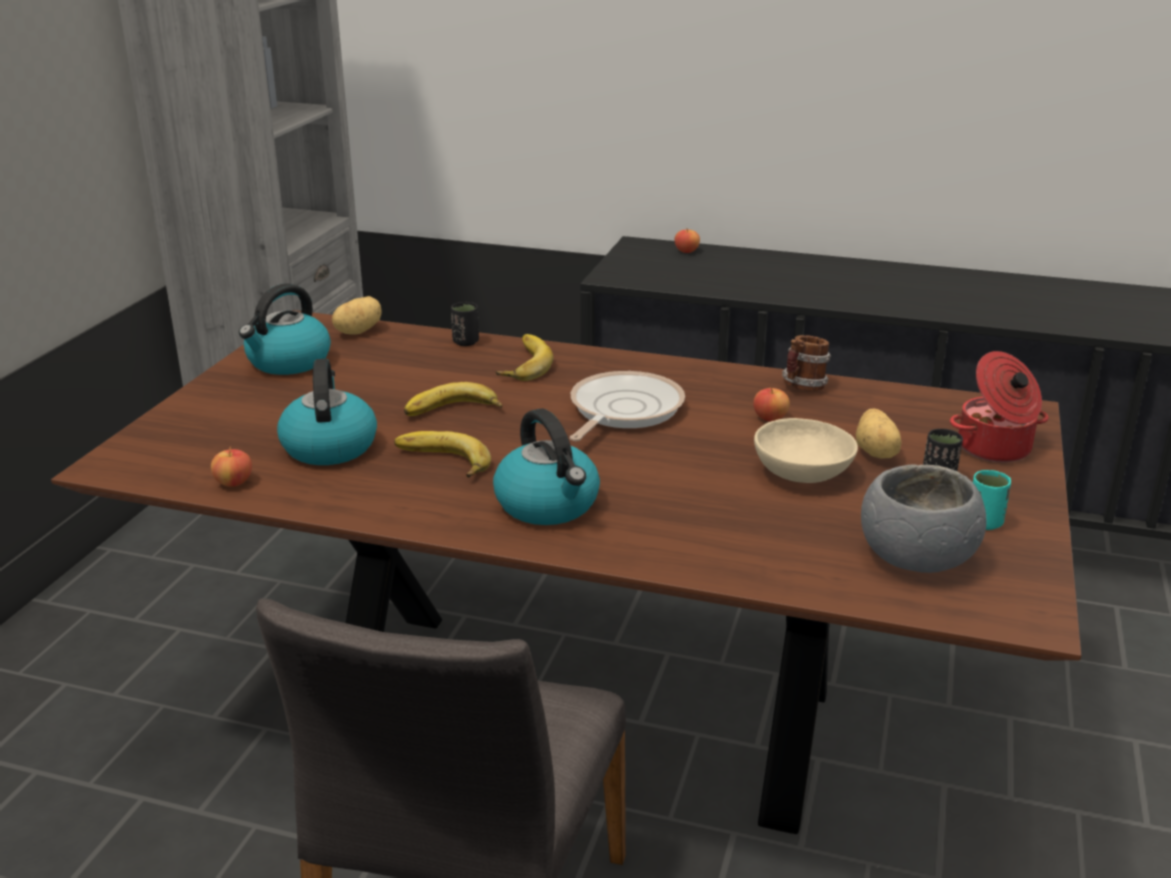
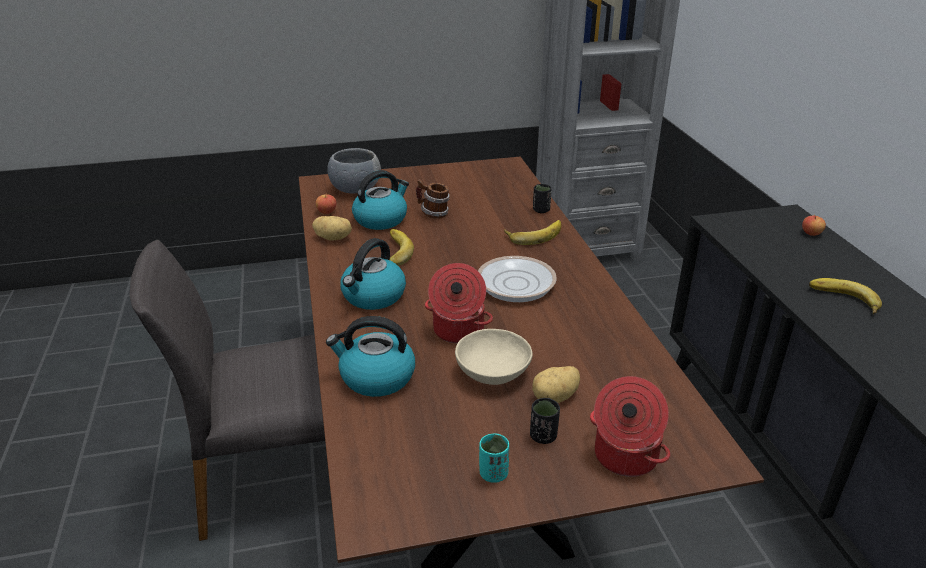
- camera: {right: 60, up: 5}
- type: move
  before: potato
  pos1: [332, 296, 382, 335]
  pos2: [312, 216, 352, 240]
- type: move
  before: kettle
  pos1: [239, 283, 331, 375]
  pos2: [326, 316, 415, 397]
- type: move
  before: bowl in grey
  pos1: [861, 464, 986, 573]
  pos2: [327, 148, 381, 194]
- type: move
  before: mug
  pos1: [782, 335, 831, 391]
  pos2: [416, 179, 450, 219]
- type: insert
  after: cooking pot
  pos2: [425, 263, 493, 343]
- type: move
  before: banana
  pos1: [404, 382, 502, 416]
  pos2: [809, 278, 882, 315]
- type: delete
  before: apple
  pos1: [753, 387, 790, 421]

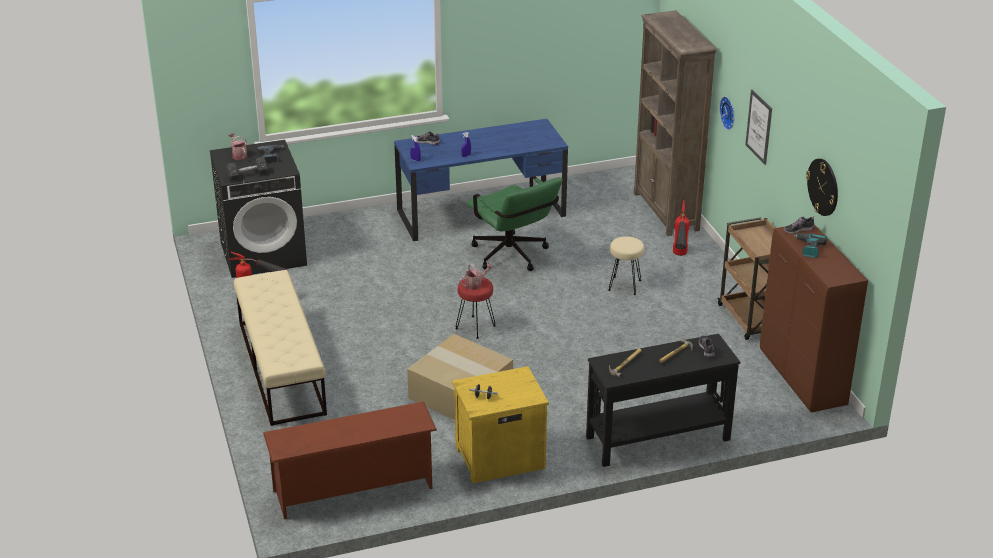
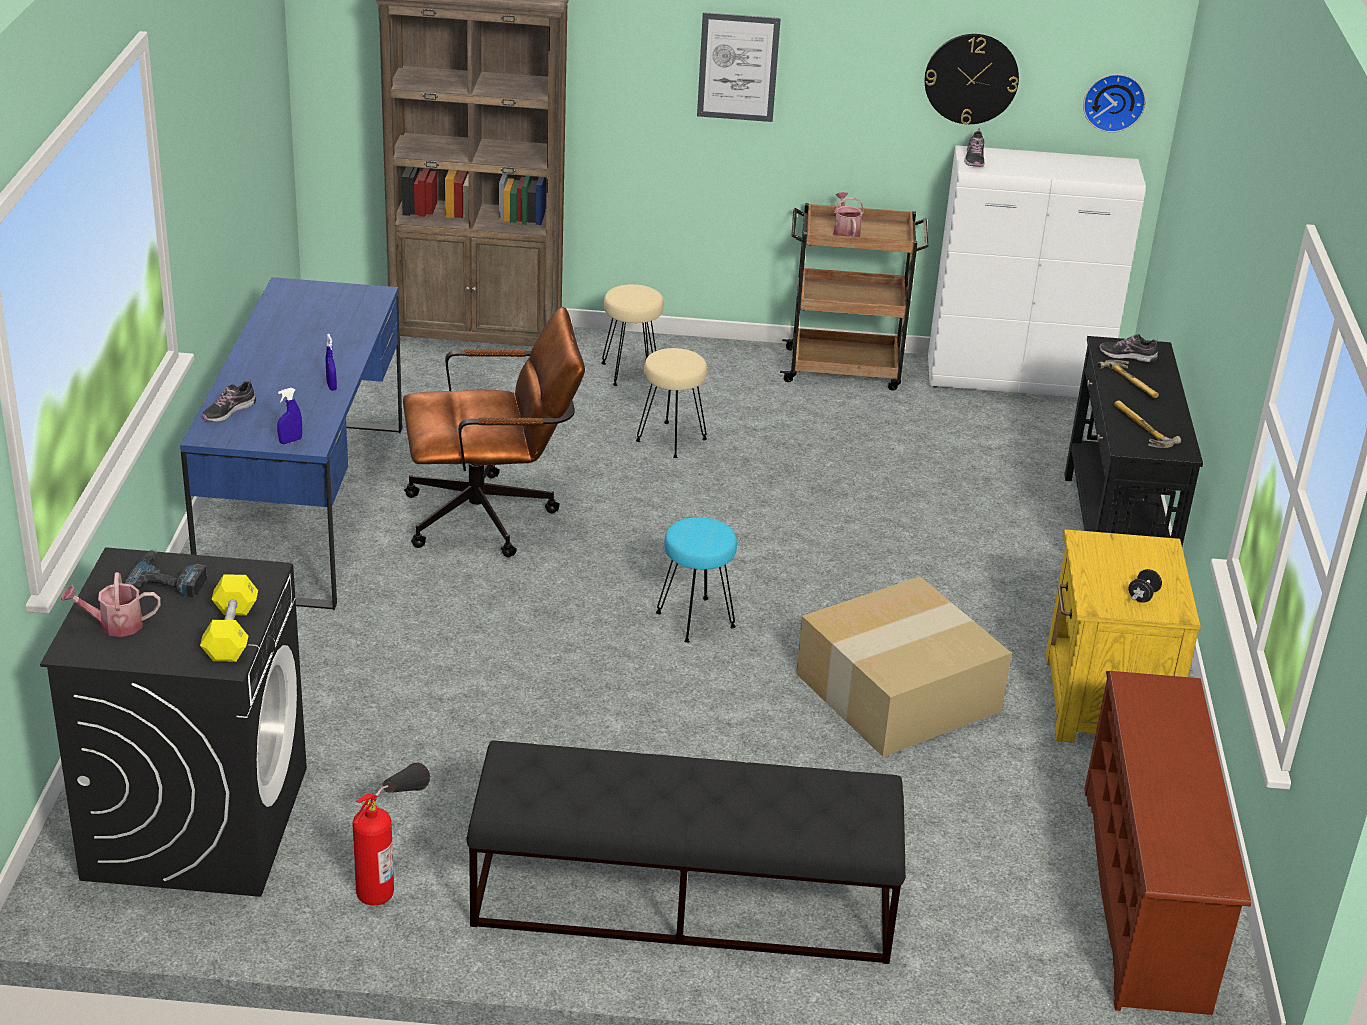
- camera: {right: -70, up: 0}
- type: recolor
  before: dumbbell in black
  after: dumbbell in yellow
  pos1: [226, 157, 268, 181]
  pos2: [200, 575, 258, 662]
- type: recolor
  before: office chair in green
  after: office chair in brown
  pos1: [467, 176, 563, 271]
  pos2: [403, 307, 585, 557]
- type: recolor
  before: bench in beige
  after: bench in black
  pos1: [233, 270, 327, 426]
  pos2: [466, 741, 906, 964]
- type: replace
  before: fire extinguisher
  after: stool in beige
  pos1: [673, 200, 690, 256]
  pos2: [601, 284, 664, 386]
- type: recolor
  before: stool in red
  after: stool in turquoise
  pos1: [455, 278, 496, 339]
  pos2: [656, 517, 737, 643]
- type: move
  before: watering can
  pos1: [459, 264, 493, 290]
  pos2: [833, 192, 864, 237]
- type: recolor
  before: cabinet in brown
  after: cabinet in white
  pos1: [760, 225, 868, 412]
  pos2: [928, 145, 1146, 397]
- type: move
  before: wall clock
  pos1: [719, 96, 735, 130]
  pos2: [1083, 74, 1146, 133]
- type: delete
  before: power drill
  pos1: [794, 233, 828, 258]

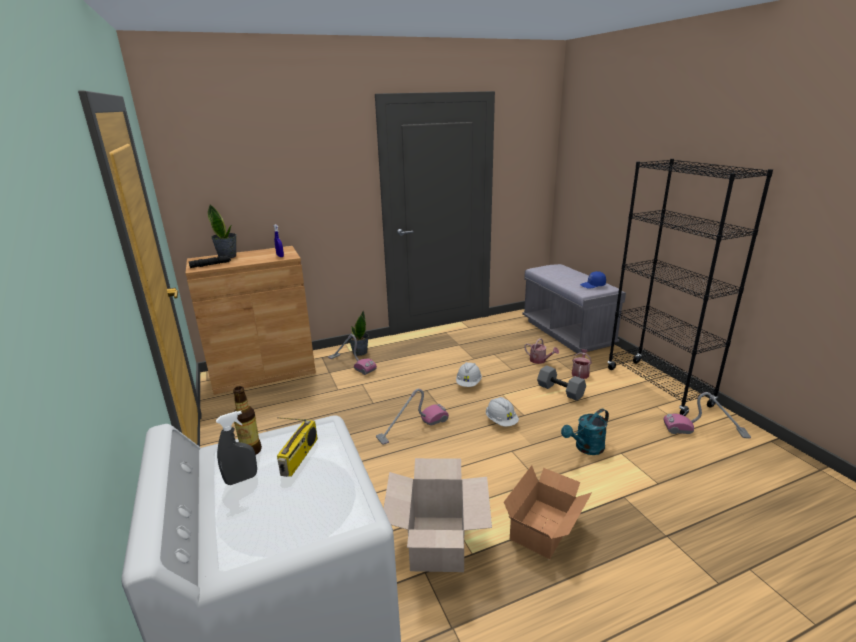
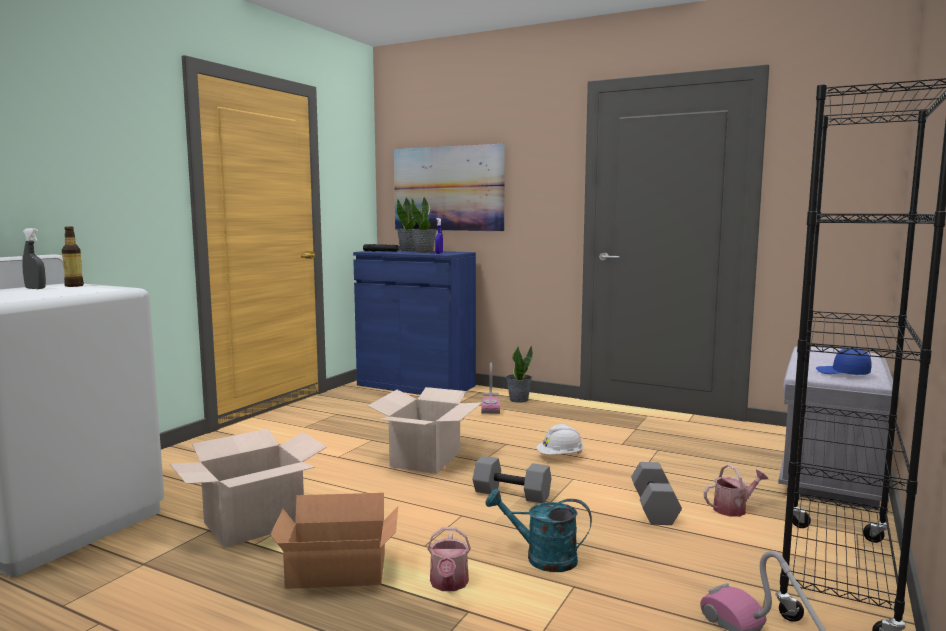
- camera: {right: 50, up: -15}
- type: recolor
  before: cabinet in brown
  after: cabinet in blue
  pos1: [186, 246, 316, 395]
  pos2: [353, 250, 476, 395]
- type: replace
  before: vacuum cleaner
  after: cardboard box
  pos1: [376, 389, 449, 445]
  pos2: [368, 387, 482, 474]
- type: insert
  after: picture
  pos2: [394, 144, 505, 231]
- type: insert
  after: potted plant
  pos2: [411, 197, 437, 253]
- type: move
  before: watering can
  pos1: [524, 338, 559, 364]
  pos2: [427, 527, 471, 591]
- type: replace
  before: hard hat in white
  after: dumbbell in grey
  pos1: [486, 397, 519, 427]
  pos2: [473, 456, 551, 503]
- type: delete
  before: radio
  pos1: [277, 417, 318, 477]

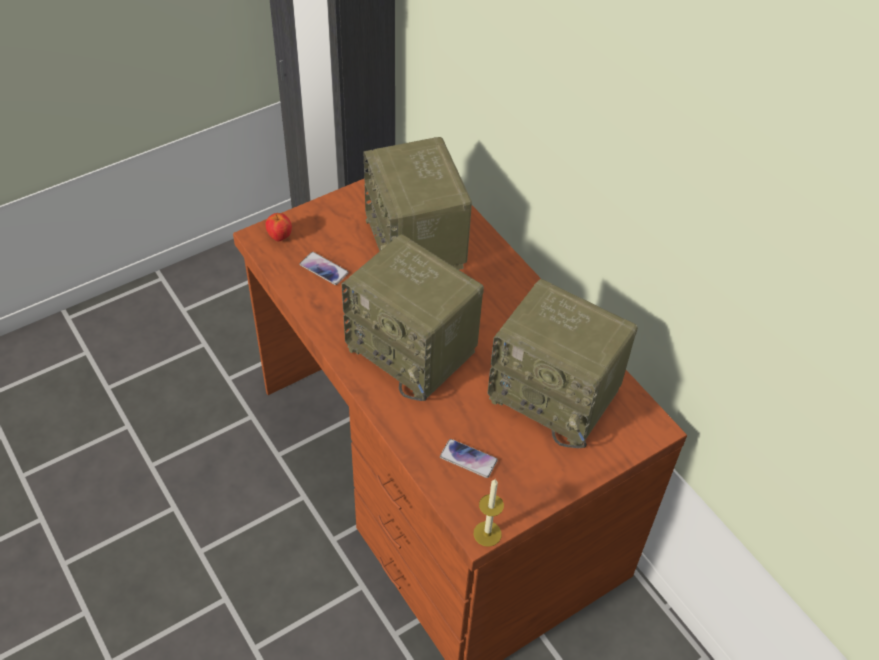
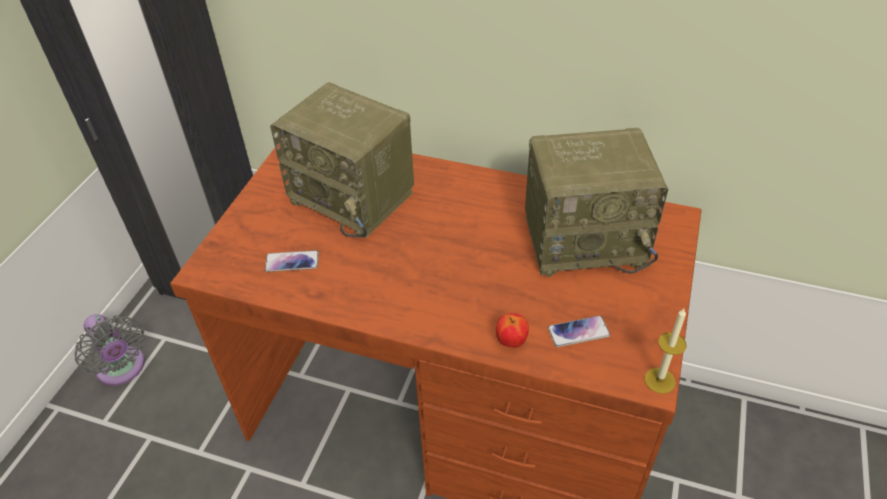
- camera: {right: -35, up: -5}
- type: insert
  after: fan in grey
  pos2: [74, 314, 145, 386]
- type: move
  before: apple
  pos1: [265, 213, 292, 241]
  pos2: [496, 313, 529, 348]
- type: delete
  before: radio
  pos1: [341, 234, 484, 401]

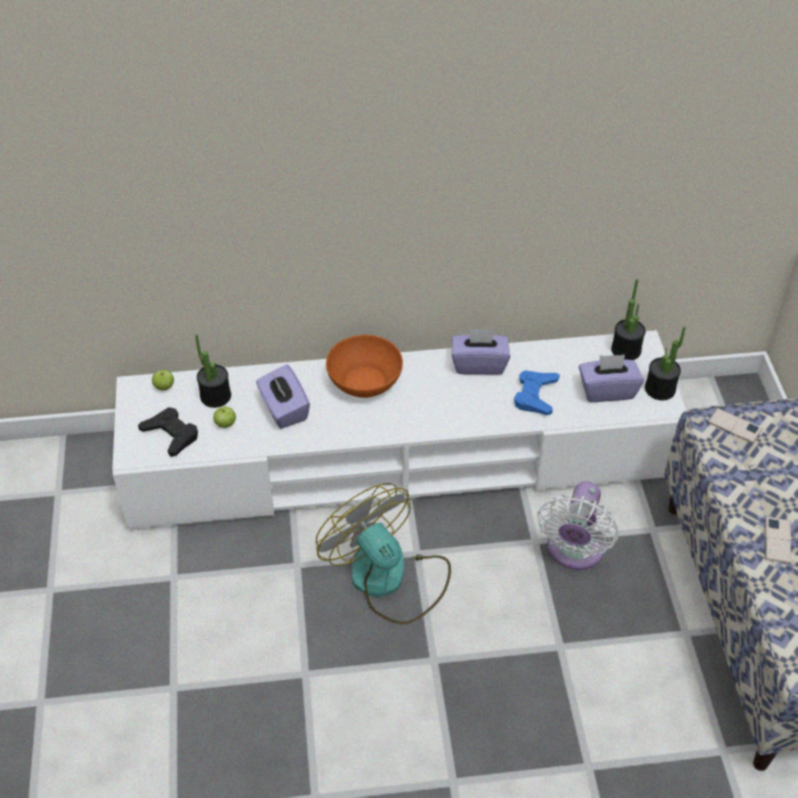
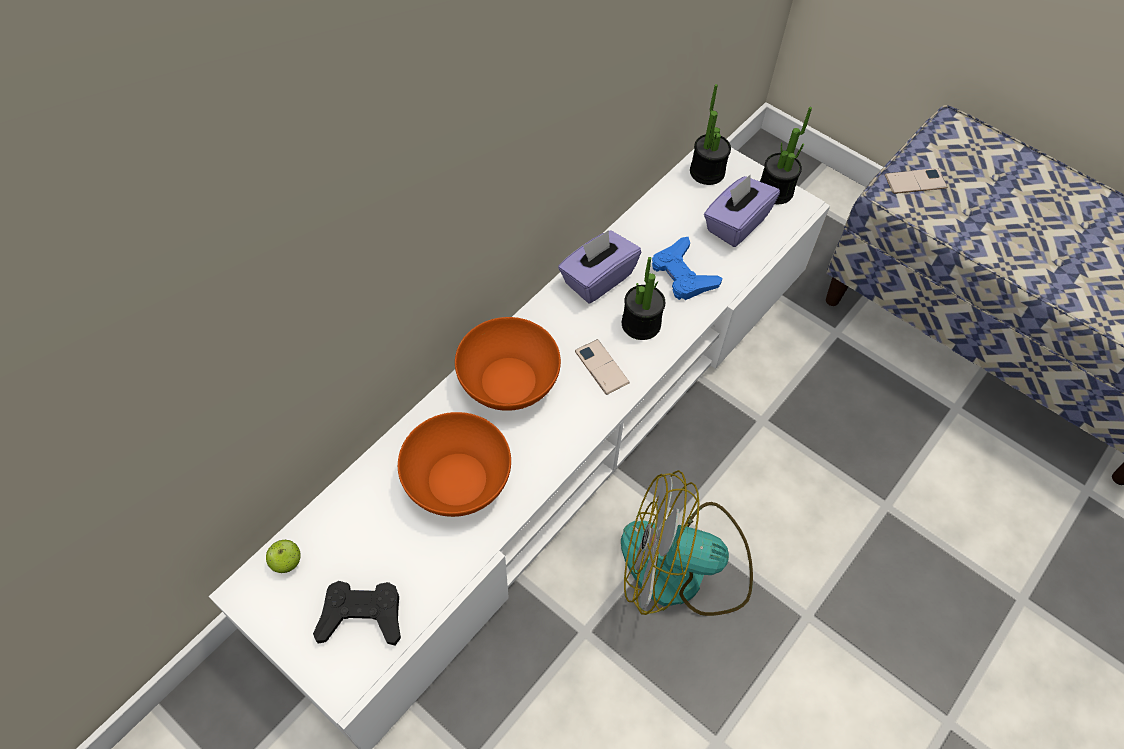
- camera: {right: -45, up: 10}
- type: replace
  before: tissue box in purple
  after: bowl in orange
  pos1: [256, 364, 310, 429]
  pos2: [398, 412, 511, 517]
- type: move
  before: phone
  pos1: [765, 516, 791, 564]
  pos2: [575, 339, 629, 395]
- type: move
  before: potted plant
  pos1: [195, 334, 231, 408]
  pos2: [622, 257, 665, 340]
- type: delete
  before: apple
  pos1: [213, 406, 236, 428]
- type: delete
  before: fan in white
  pos1: [537, 481, 618, 570]

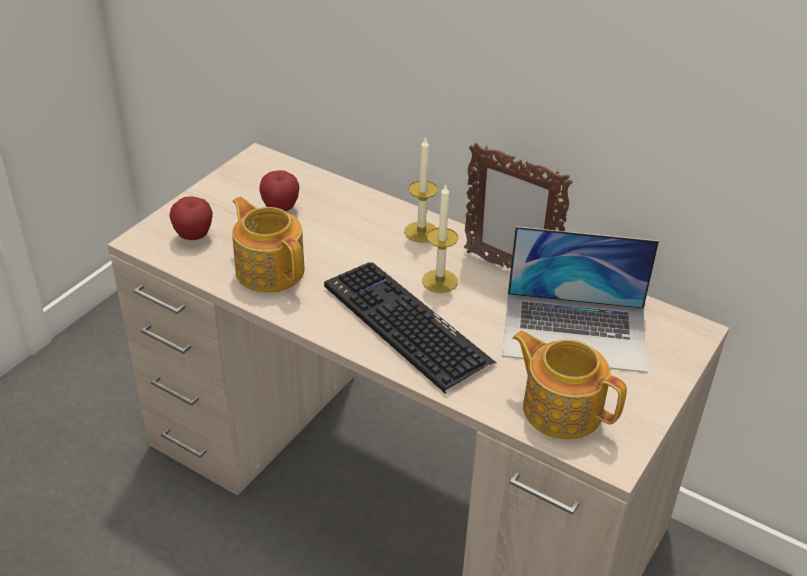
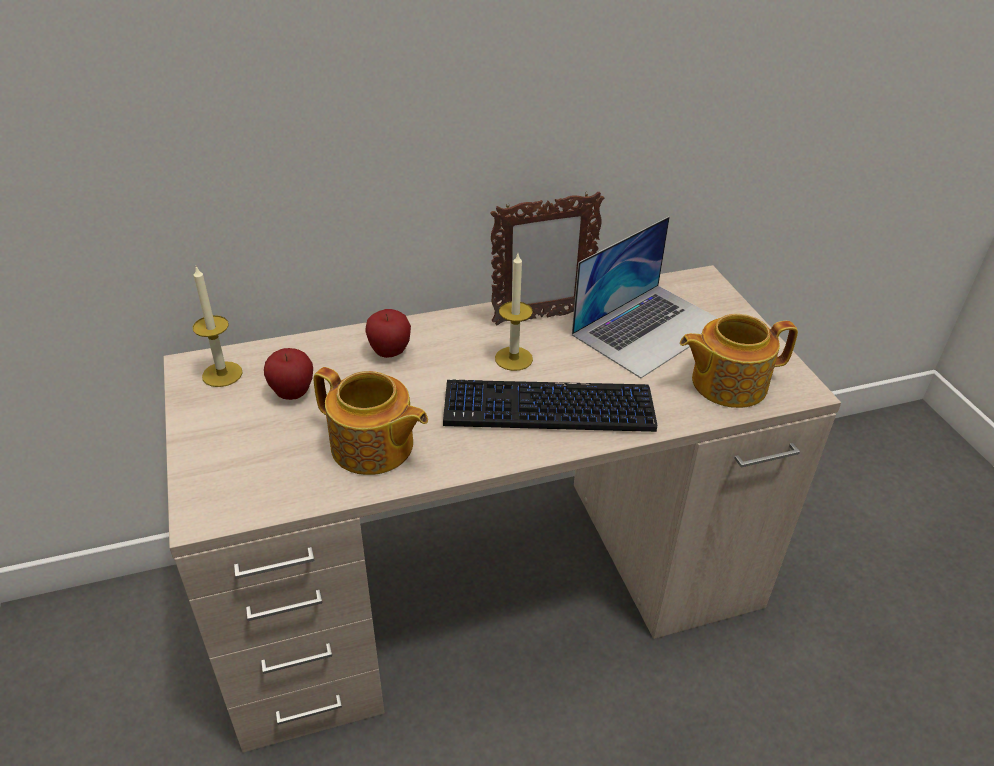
- camera: {right: -50, up: 0}
- type: move
  before: candle
  pos1: [404, 137, 438, 243]
  pos2: [193, 266, 242, 387]
- type: rotate
  before: teapot
  pos1: [232, 196, 305, 293]
  pos2: [313, 367, 428, 475]
  turn: -150
- type: move
  before: apple
  pos1: [169, 196, 213, 240]
  pos2: [365, 309, 411, 358]

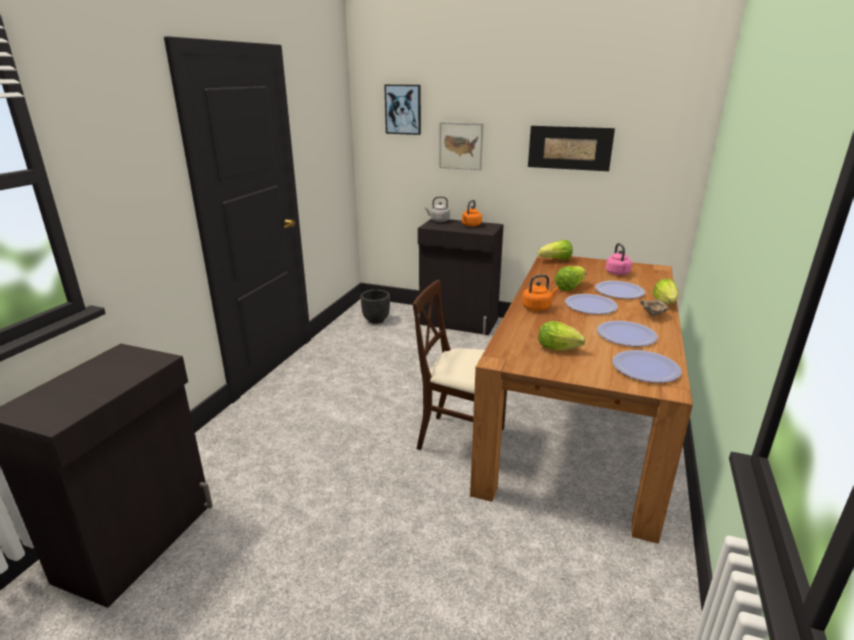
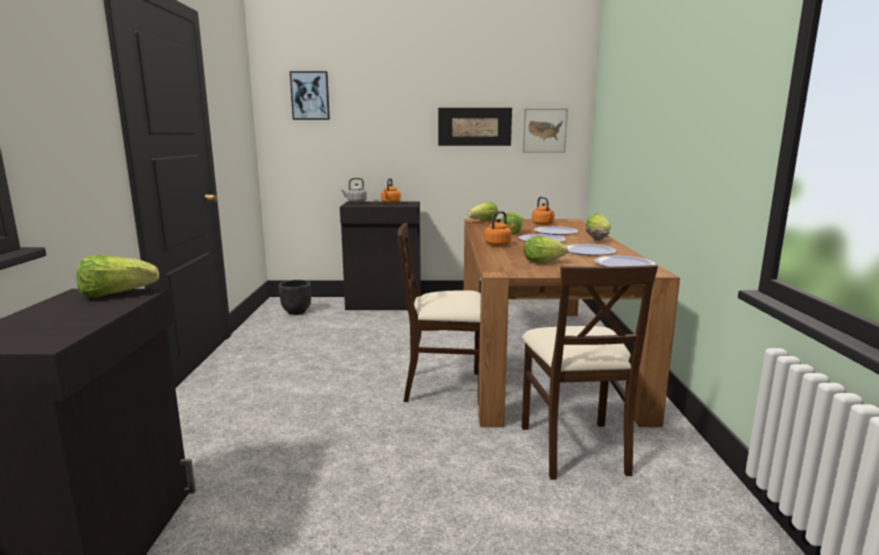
- camera: {right: -20, up: -10}
- type: insert
  after: lettuce
  pos2: [77, 255, 159, 297]
- type: insert
  after: chair in beige
  pos2: [522, 265, 658, 480]
- type: move
  before: picture
  pos1: [439, 122, 483, 170]
  pos2: [523, 108, 568, 153]
- type: recolor
  before: kettle in pink
  after: kettle in orange
  pos1: [605, 243, 632, 275]
  pos2: [532, 197, 554, 225]

